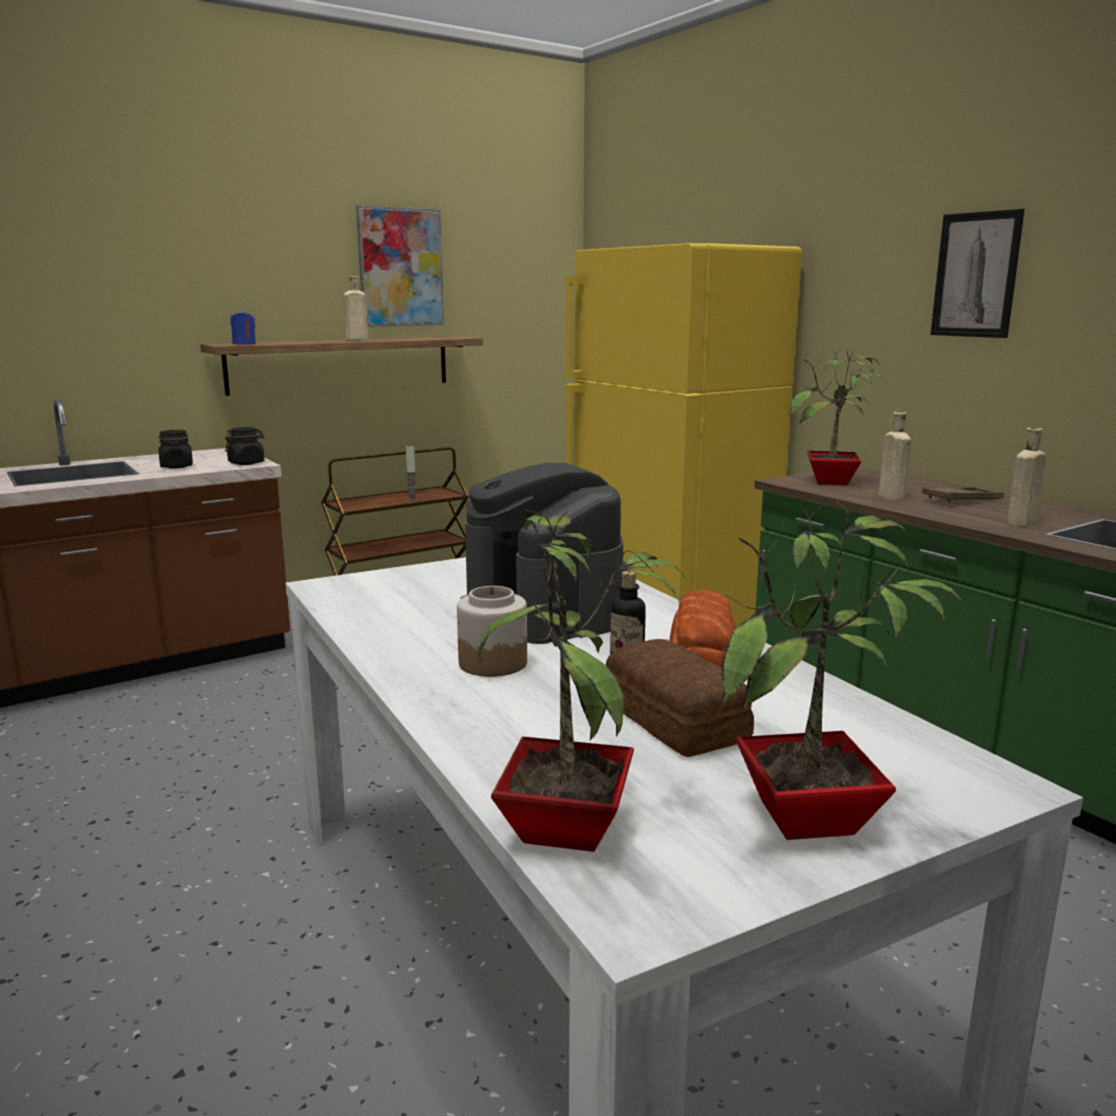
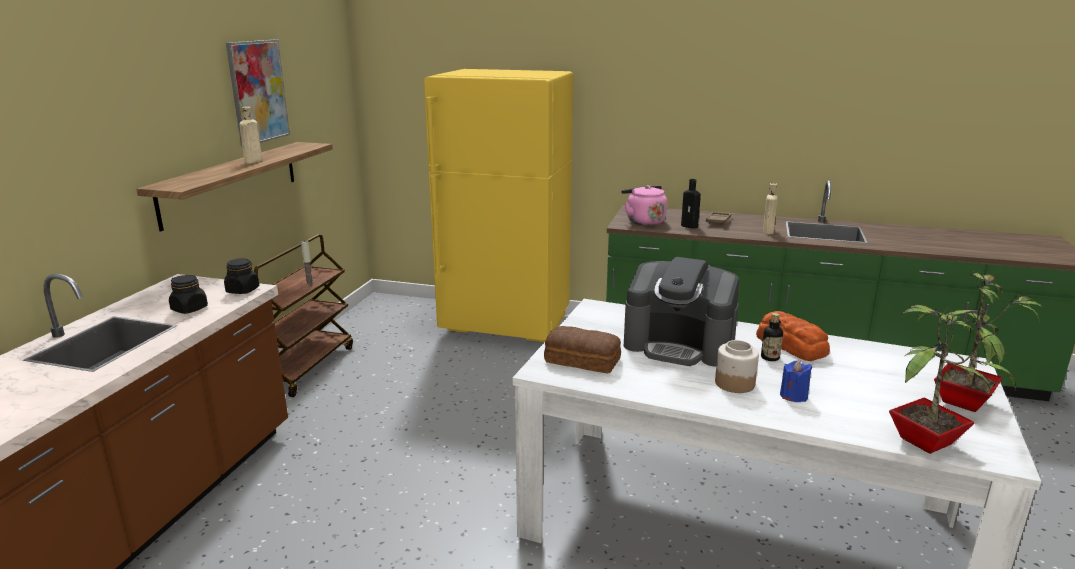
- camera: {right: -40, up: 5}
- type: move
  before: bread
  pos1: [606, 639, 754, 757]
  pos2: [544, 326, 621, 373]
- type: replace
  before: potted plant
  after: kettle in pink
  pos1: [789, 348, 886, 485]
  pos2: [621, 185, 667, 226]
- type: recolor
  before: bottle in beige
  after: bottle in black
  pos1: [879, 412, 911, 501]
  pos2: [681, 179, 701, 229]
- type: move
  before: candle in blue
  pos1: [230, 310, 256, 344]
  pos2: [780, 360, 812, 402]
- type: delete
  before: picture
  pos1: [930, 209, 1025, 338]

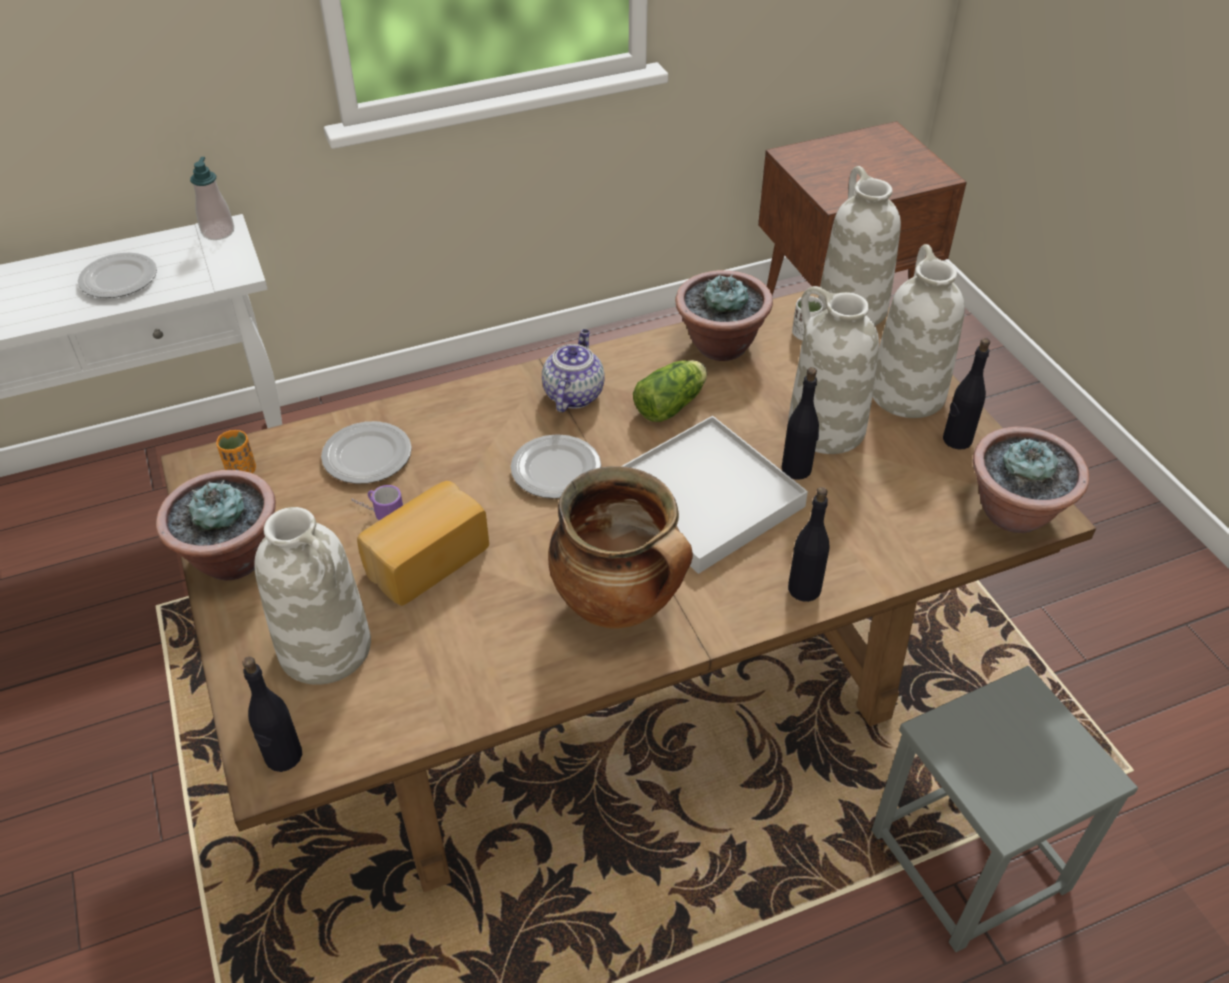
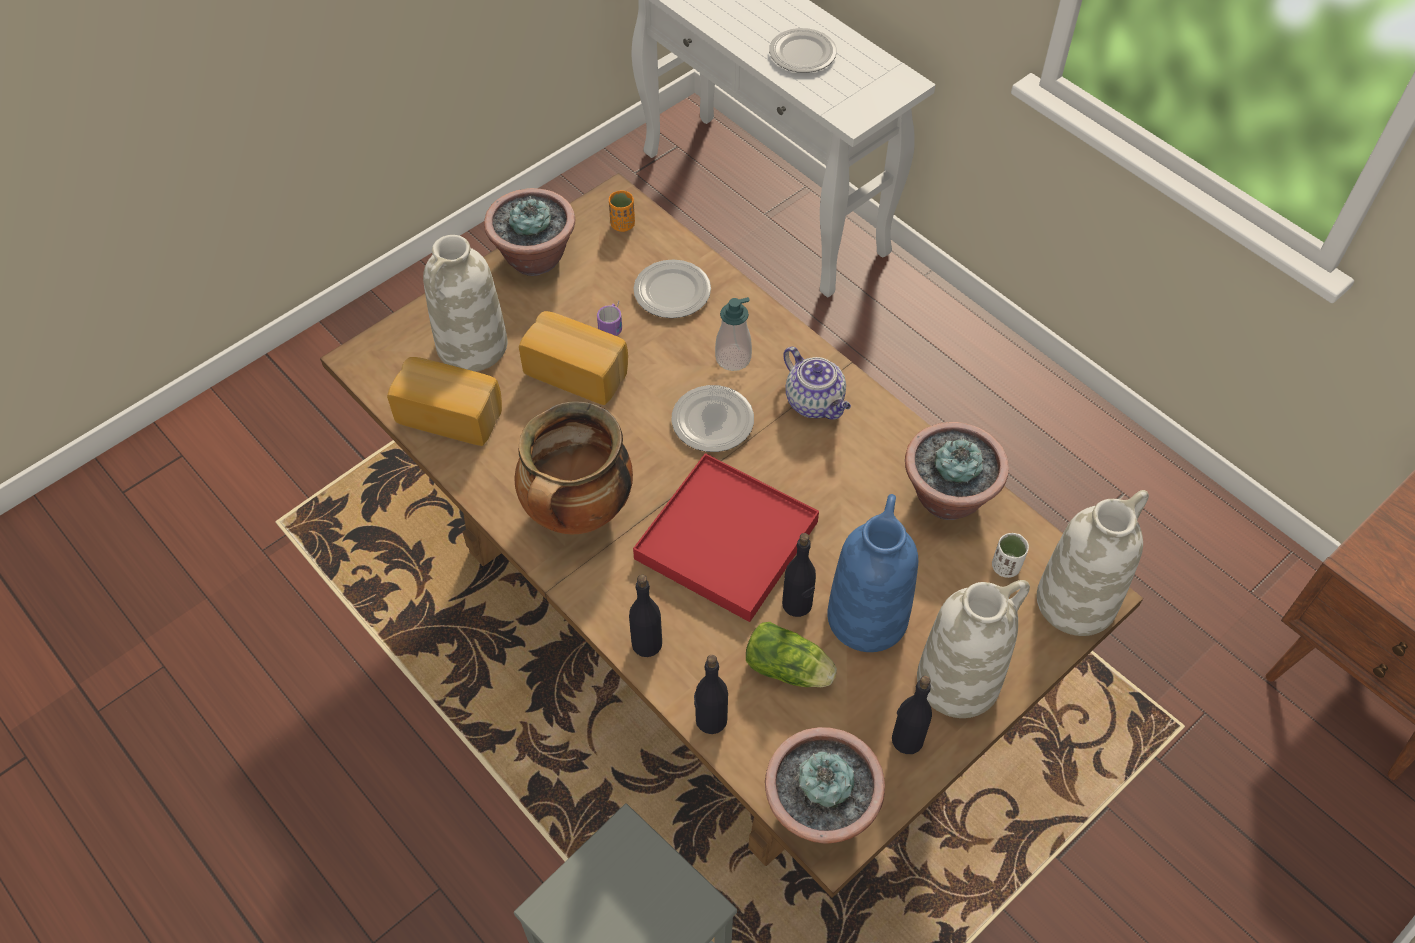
- camera: {right: 70, up: 10}
- type: insert
  after: bread
  pos2: [387, 357, 502, 446]
- type: recolor
  before: tray in white
  after: tray in red
  pos1: [622, 416, 808, 574]
  pos2: [633, 453, 819, 622]
- type: move
  before: bottle in black
  pos1: [242, 657, 302, 772]
  pos2: [694, 655, 728, 734]
- type: move
  before: soap dispenser
  pos1: [190, 157, 234, 240]
  pos2: [715, 297, 752, 371]
- type: move
  before: lettuce
  pos1: [633, 360, 707, 422]
  pos2: [746, 622, 837, 687]
- type: rotate
  before: teapot
  pos1: [542, 329, 604, 412]
  pos2: [783, 347, 851, 420]
  turn: 60
- type: recolor
  before: vase in white
  after: vase in blue
  pos1: [788, 286, 879, 454]
  pos2: [827, 494, 918, 652]

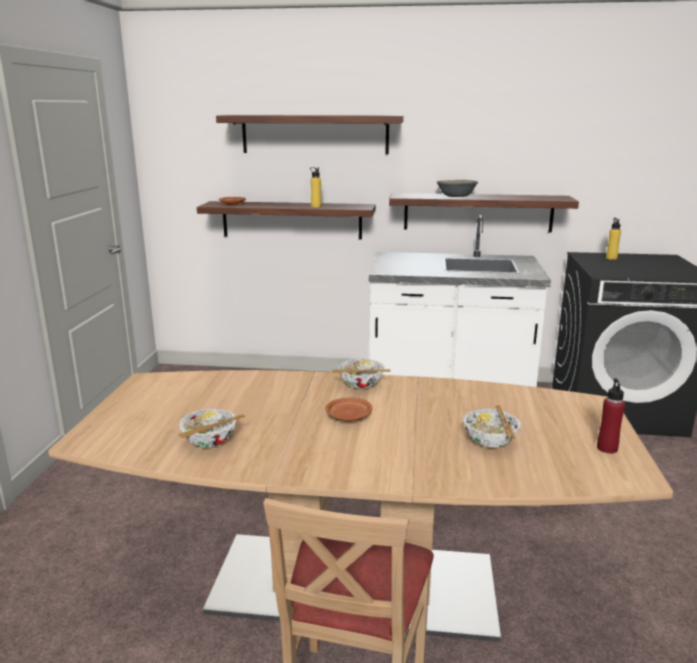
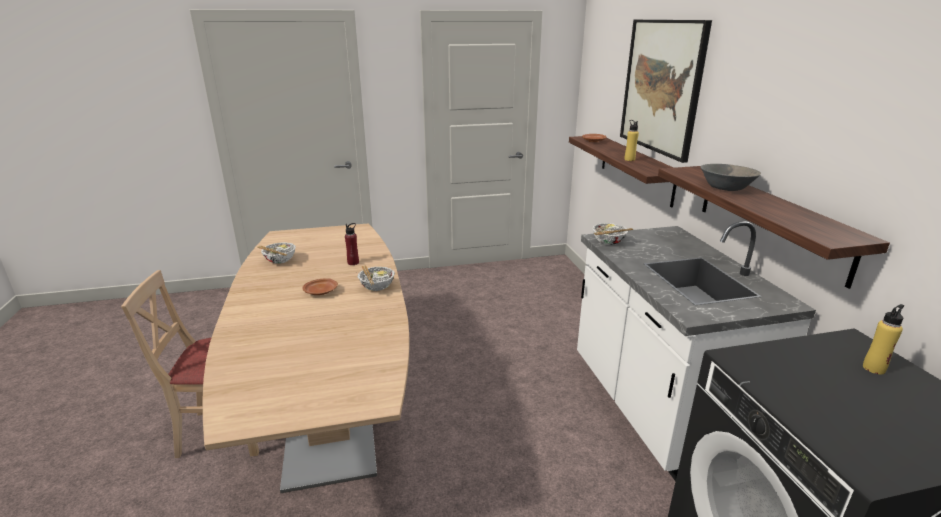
- camera: {right: 70, up: 5}
- type: move
  before: bottle in red
  pos1: [597, 378, 625, 454]
  pos2: [345, 223, 359, 265]
- type: move
  before: bowl
  pos1: [463, 405, 521, 448]
  pos2: [592, 223, 633, 245]
- type: replace
  before: shelf
  after: picture
  pos1: [216, 115, 404, 154]
  pos2: [620, 20, 712, 163]

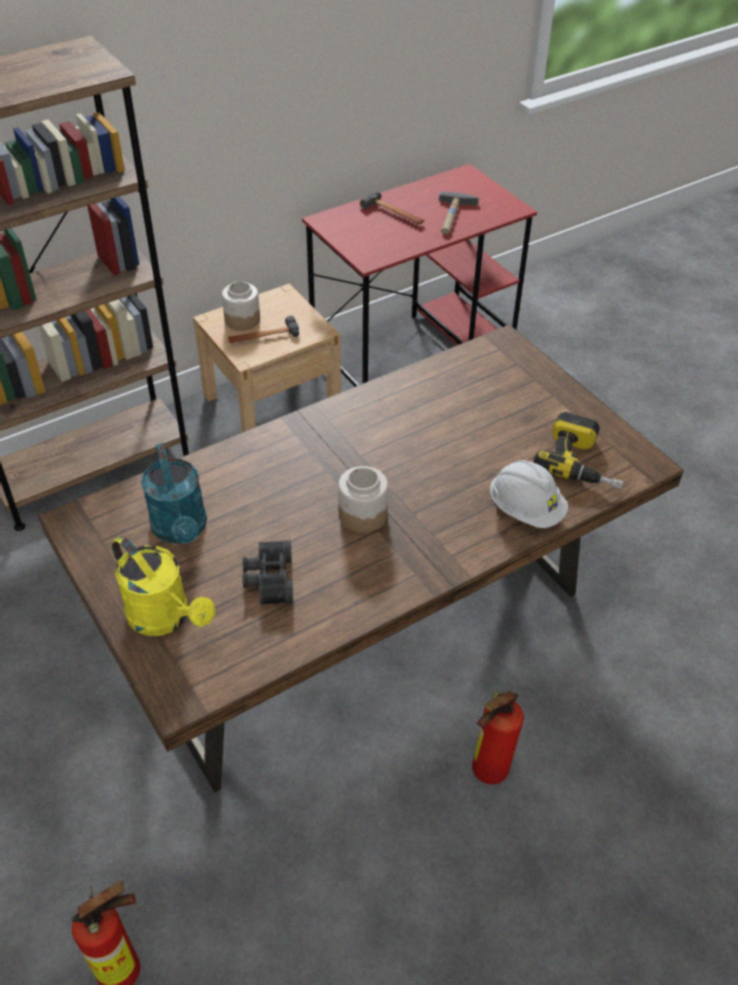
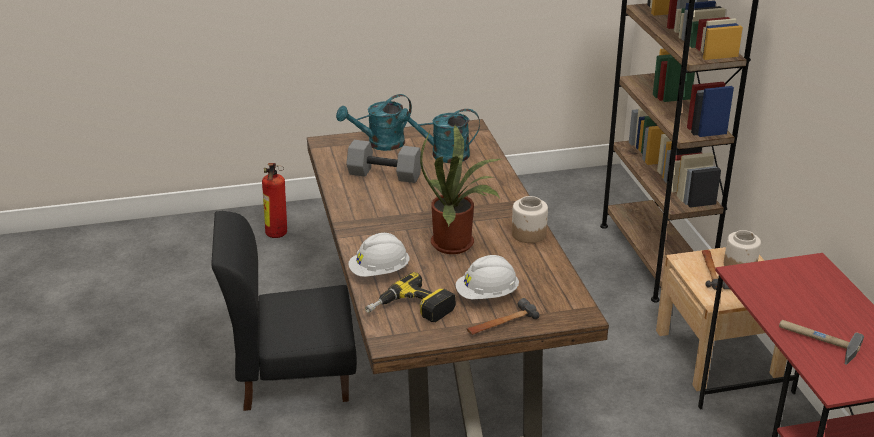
- camera: {right: 110, up: -15}
- type: replace
  before: fire extinguisher
  after: chair in black
  pos1: [472, 691, 524, 784]
  pos2: [211, 211, 357, 411]
- type: recolor
  before: watering can in yellow
  after: watering can in turquoise
  pos1: [112, 536, 215, 636]
  pos2: [336, 94, 412, 151]
- type: replace
  before: binoculars in black
  after: dumbbell in grey
  pos1: [242, 540, 293, 605]
  pos2: [346, 140, 421, 183]
- type: insert
  after: potted plant
  pos2: [420, 125, 501, 254]
- type: insert
  after: hard hat in white
  pos2: [456, 255, 519, 299]
- type: move
  before: hammer
  pos1: [360, 192, 424, 224]
  pos2: [467, 298, 539, 335]
- type: move
  before: jar
  pos1: [338, 466, 388, 533]
  pos2: [512, 196, 548, 243]

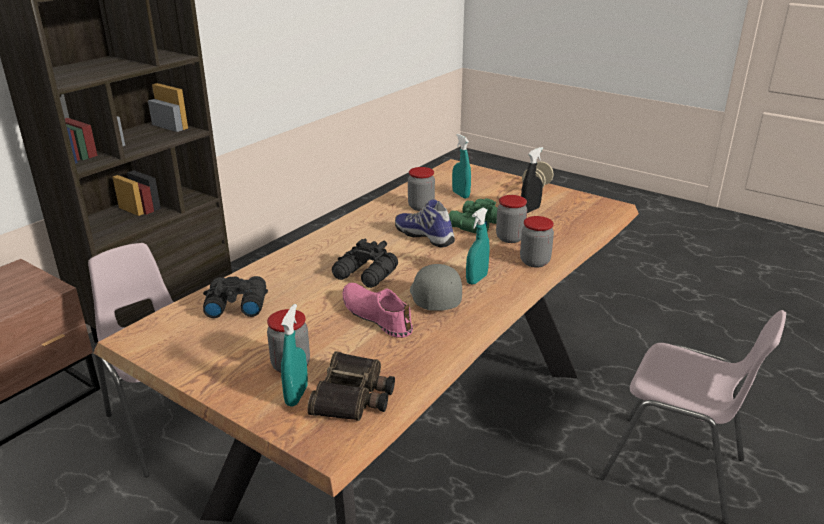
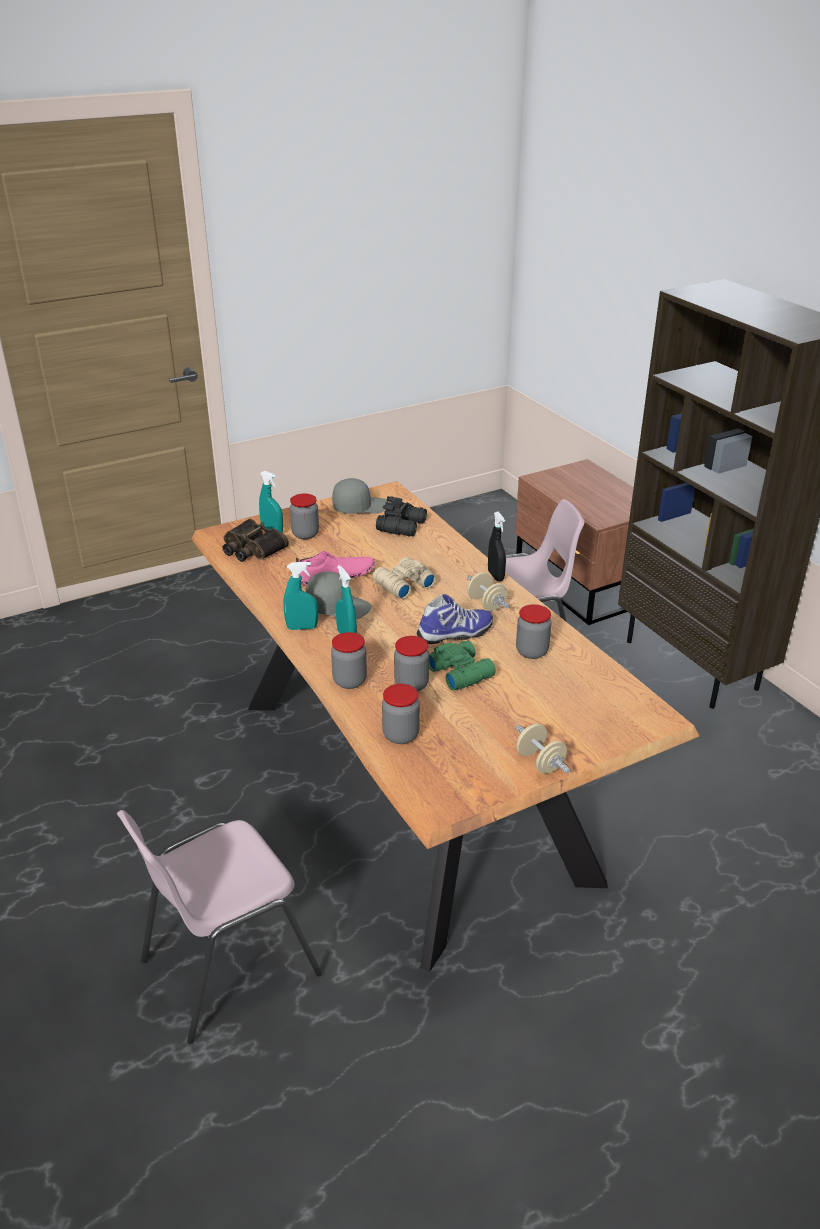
- camera: {right: 115, up: 5}
- type: move
  before: spray bottle in turquoise
  pos1: [452, 134, 471, 199]
  pos2: [283, 562, 318, 630]
- type: insert
  after: cap in grey
  pos2: [332, 478, 388, 514]
- type: recolor
  before: binoculars in black
  after: binoculars in beige
  pos1: [332, 239, 398, 288]
  pos2: [373, 557, 436, 599]
- type: insert
  after: jar
  pos2: [382, 684, 420, 744]
- type: insert
  after: dumbbell in beige
  pos2: [467, 572, 509, 611]
- type: move
  before: spray bottle in black
  pos1: [521, 147, 543, 213]
  pos2: [488, 512, 506, 581]

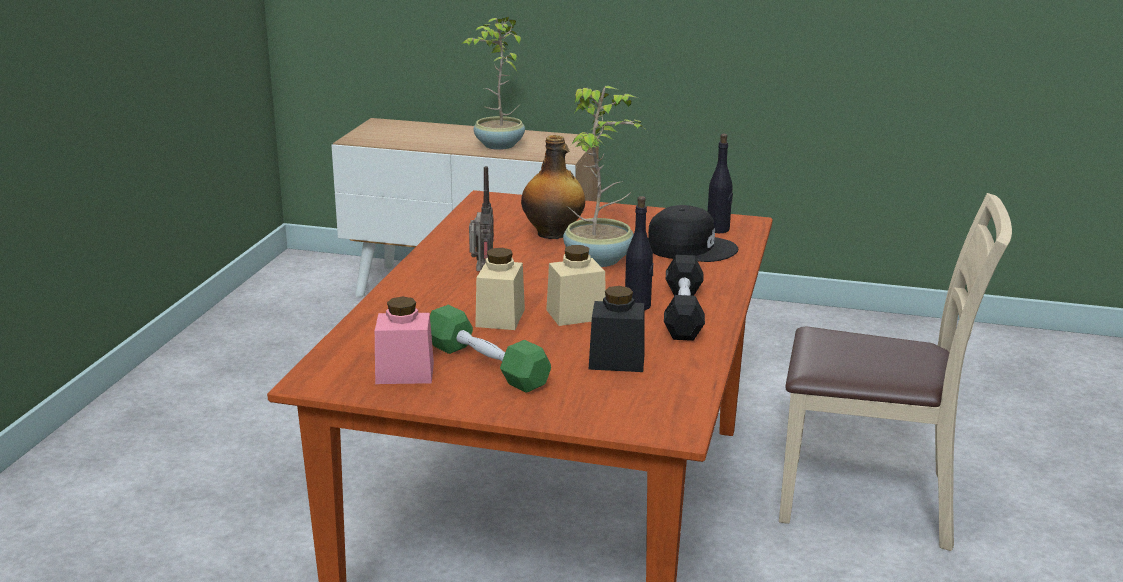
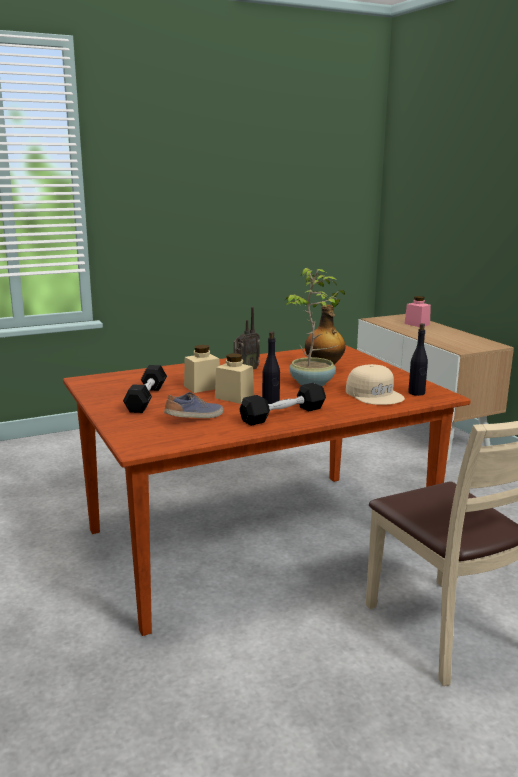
- camera: {right: 50, up: -5}
- type: recolor
  before: dumbbell in green
  after: dumbbell in black
  pos1: [430, 305, 551, 393]
  pos2: [123, 365, 167, 413]
- type: replace
  before: jar in black
  after: shoe
  pos1: [588, 286, 645, 372]
  pos2: [164, 392, 223, 418]
- type: recolor
  before: cap in black
  after: cap in beige
  pos1: [648, 205, 738, 262]
  pos2: [346, 364, 405, 405]
- type: move
  before: jar in pink
  pos1: [375, 296, 434, 384]
  pos2: [404, 296, 431, 327]
- type: delete
  before: potted plant
  pos1: [463, 17, 525, 150]

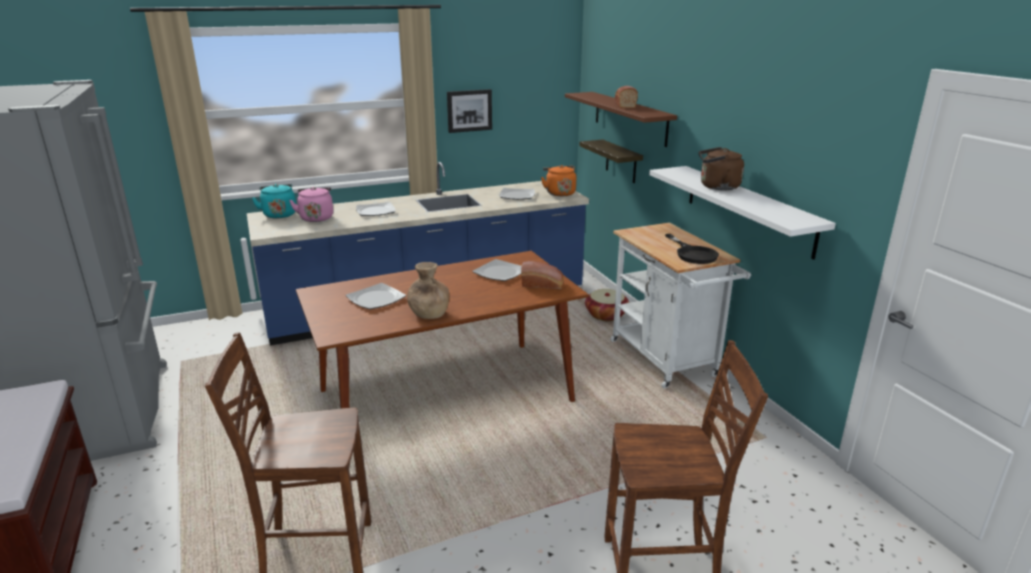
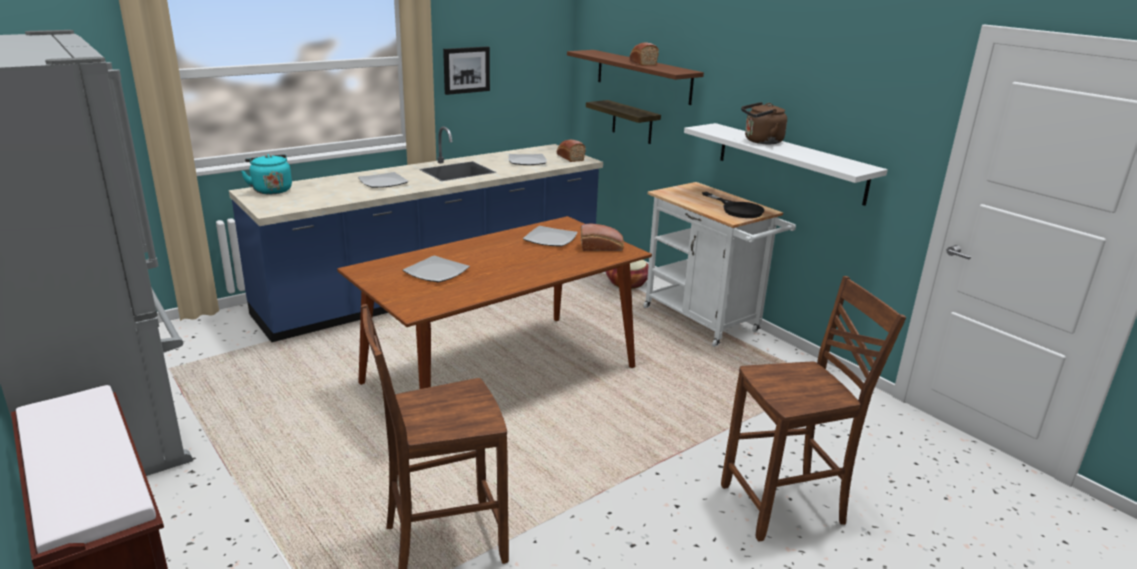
- camera: {right: -15, up: 0}
- type: replace
  before: kettle in orange
  after: bread
  pos1: [541, 165, 576, 196]
  pos2: [557, 140, 586, 162]
- type: delete
  before: kettle in pink
  pos1: [289, 187, 333, 222]
- type: delete
  before: vase in brown
  pos1: [407, 262, 449, 319]

